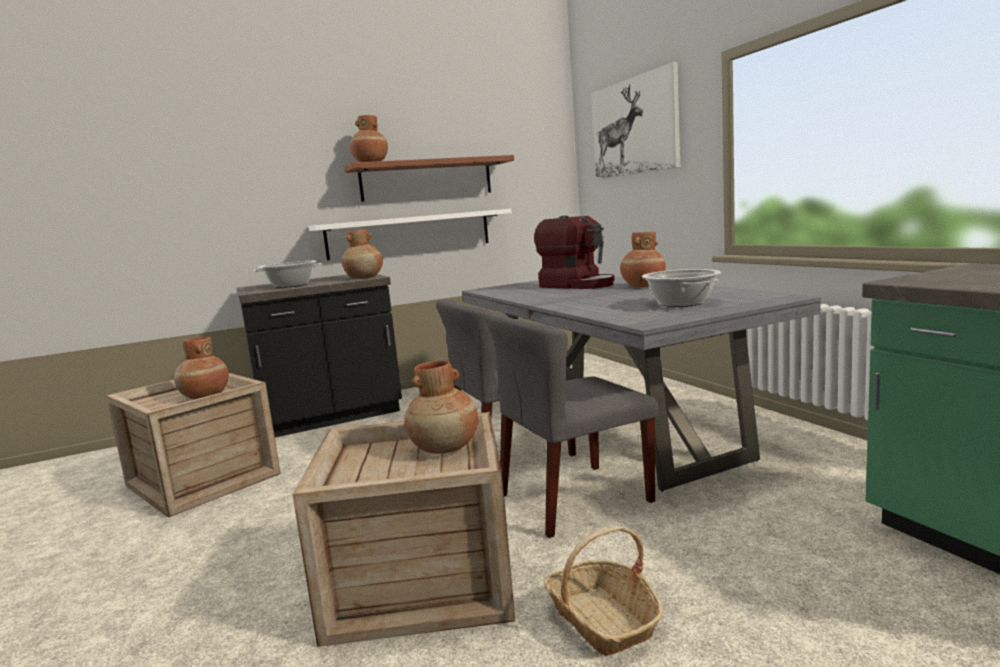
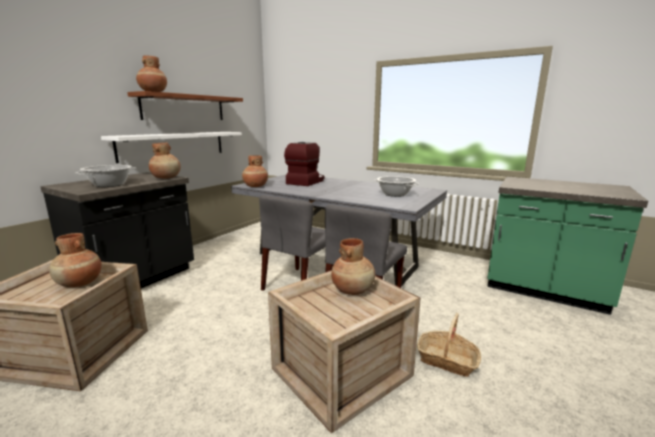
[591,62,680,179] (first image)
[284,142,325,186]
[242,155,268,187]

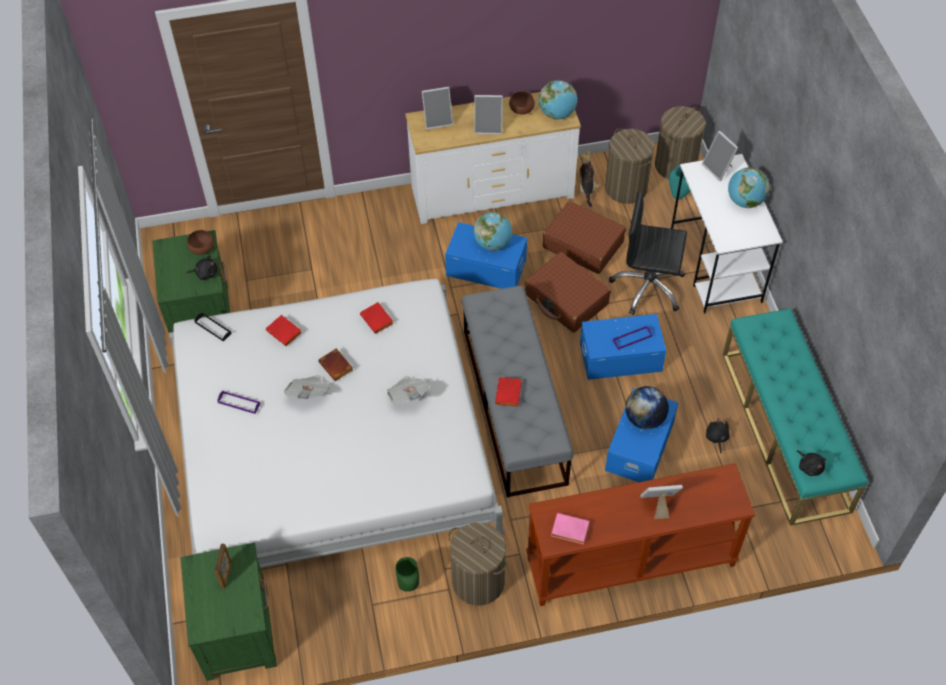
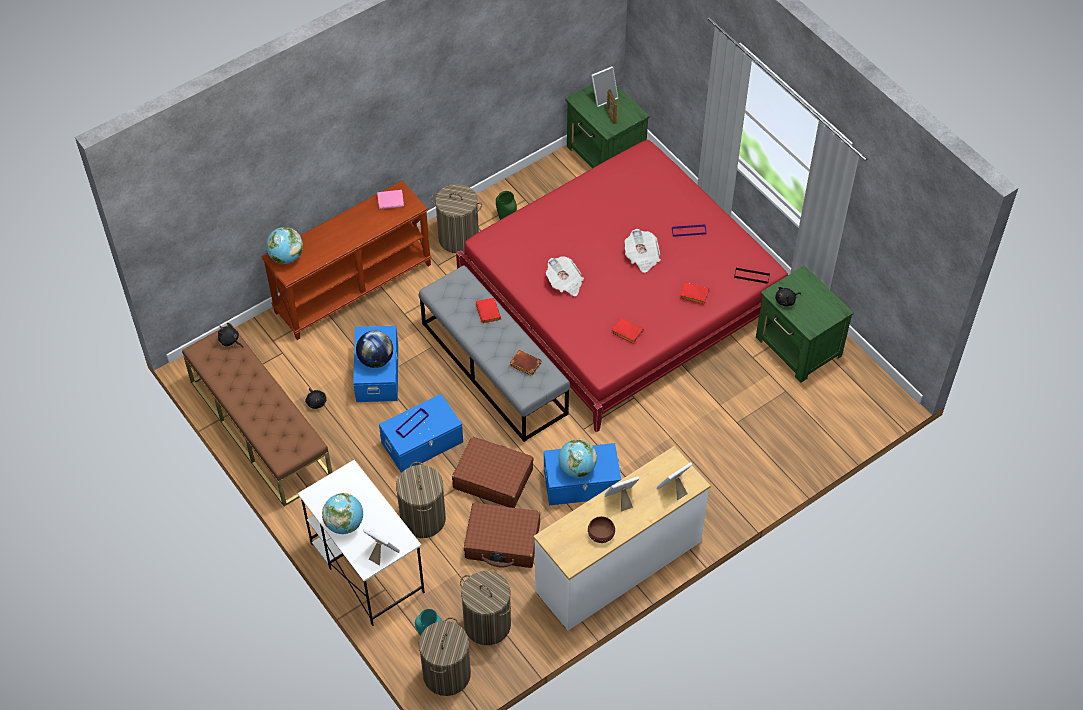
[266,227,303,264]
[579,150,599,207] (first image)
[396,462,446,538]
[187,230,214,255] (first image)
[456,140,788,432]
[182,323,332,506]
[509,350,542,376]
[591,66,618,107]

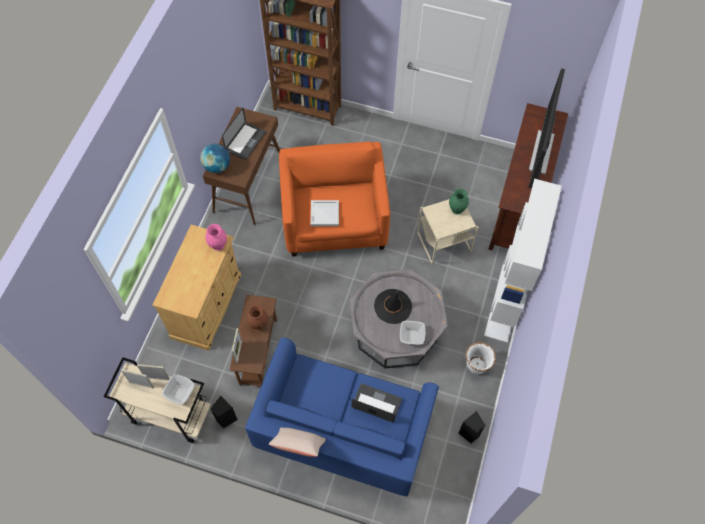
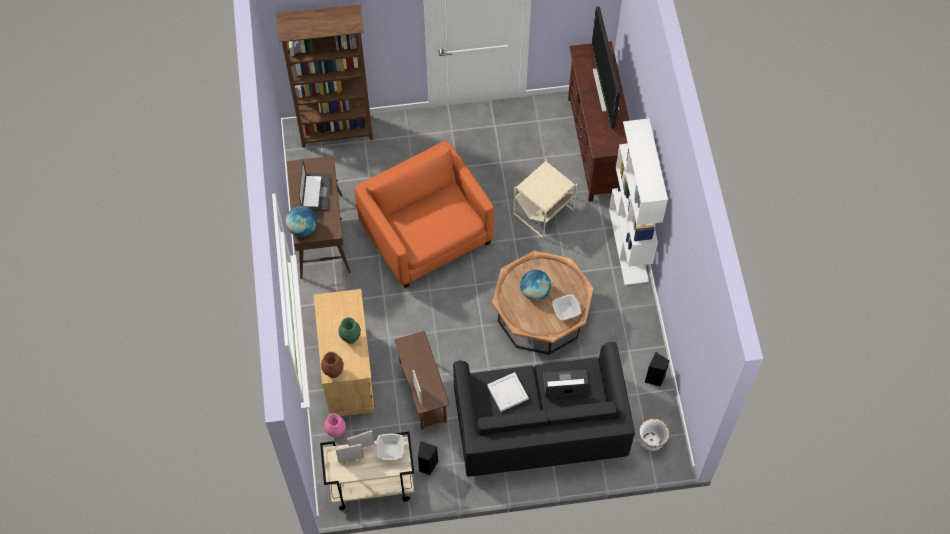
[338,317,361,344]
[487,372,529,412]
[324,413,346,438]
[492,250,594,355]
[520,270,551,301]
[321,352,344,378]
[453,342,635,477]
[638,417,670,451]
[269,428,326,457] (first image)

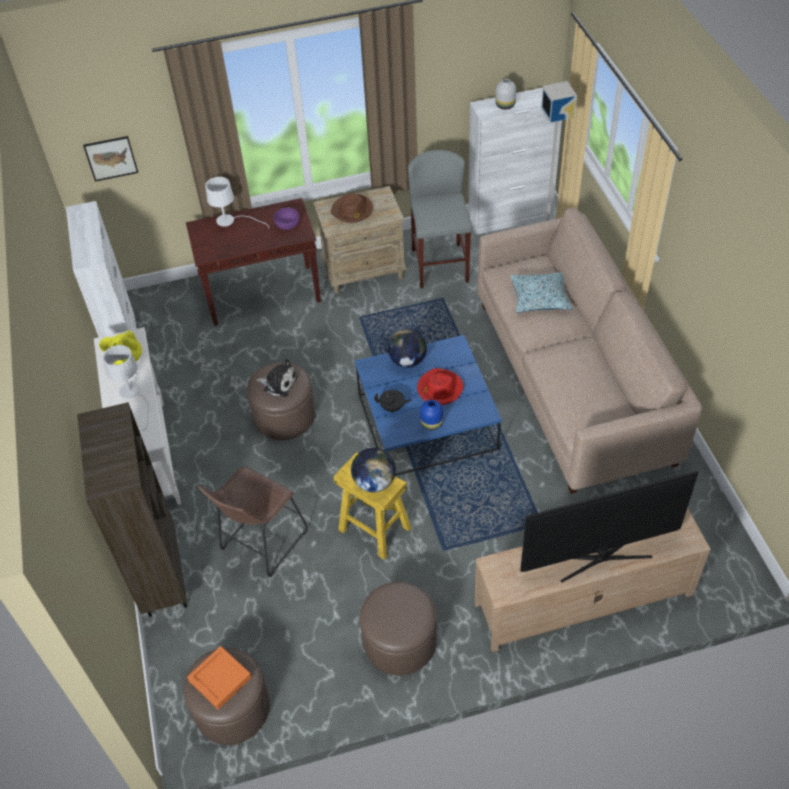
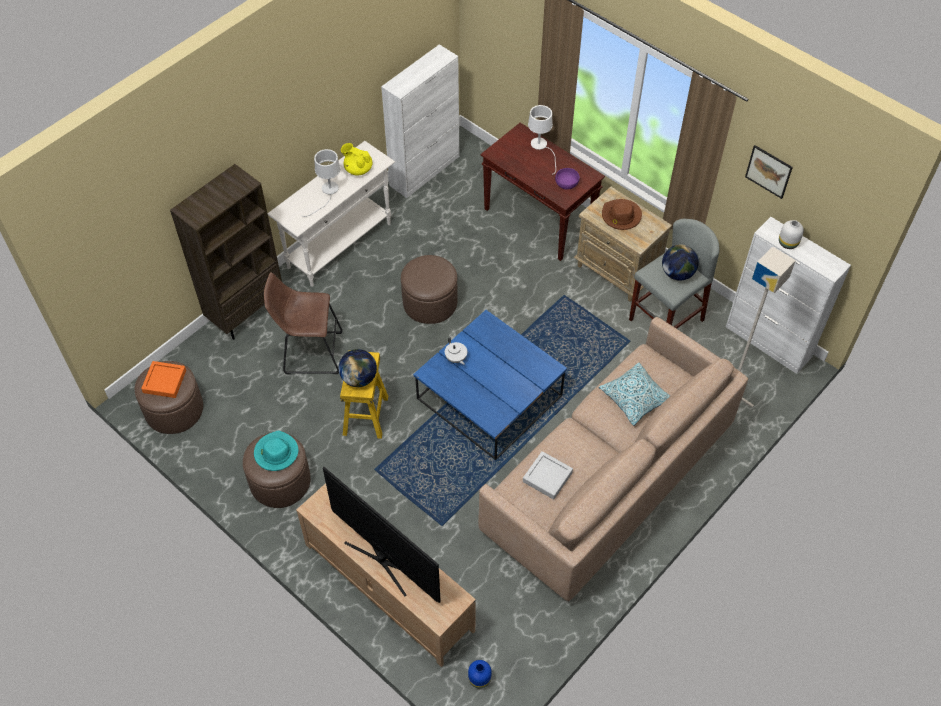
[745,145,793,199]
[662,244,699,281]
[256,359,298,397] (first image)
[417,368,463,405] (first image)
[445,338,467,365]
[468,660,492,688]
[254,431,298,471]
[523,451,573,499]

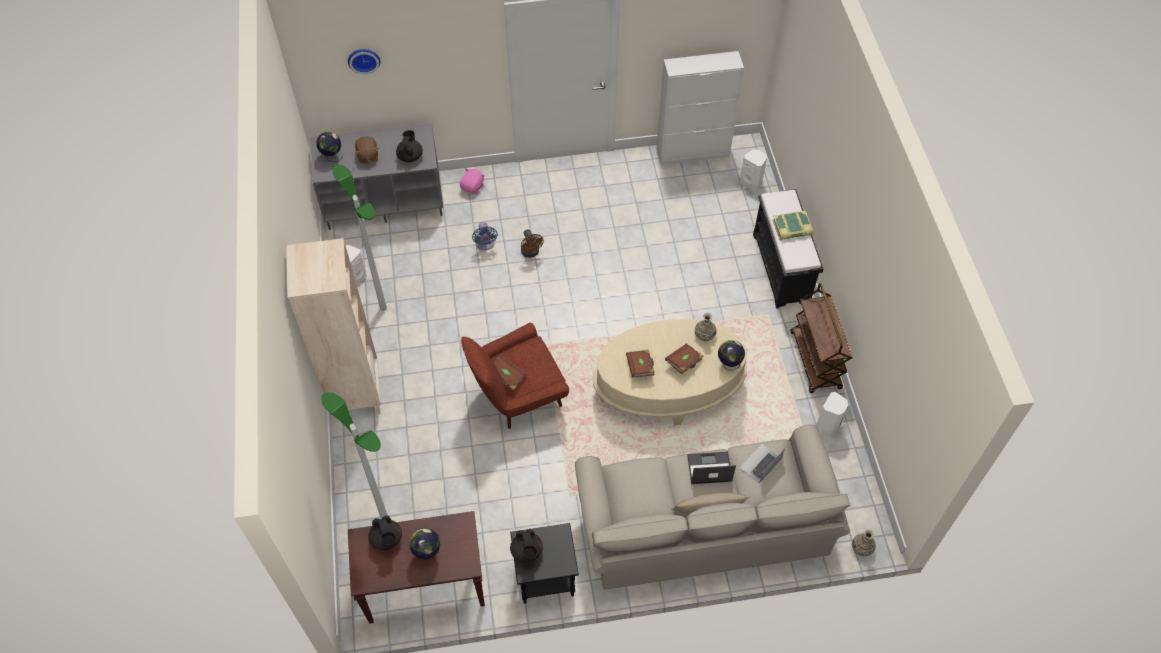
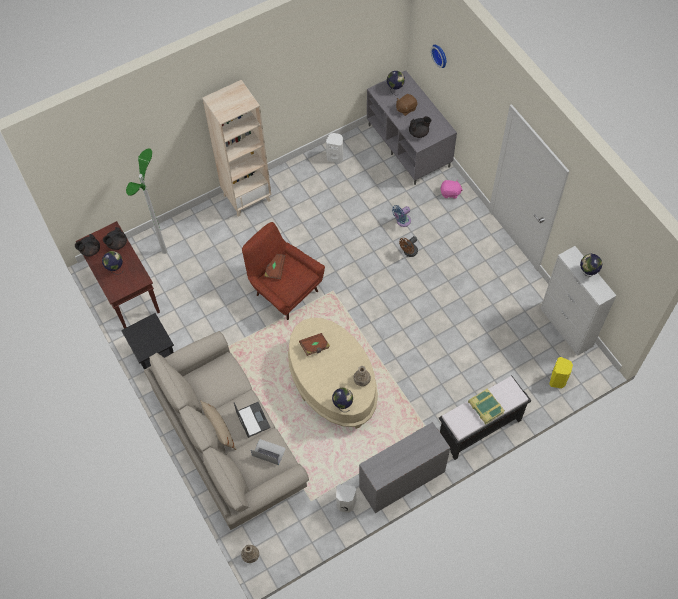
[549,357,573,388]
[333,164,387,311] (first image)
[359,422,450,513]
[665,343,704,374] (first image)
[75,234,100,256]
[580,254,602,277]

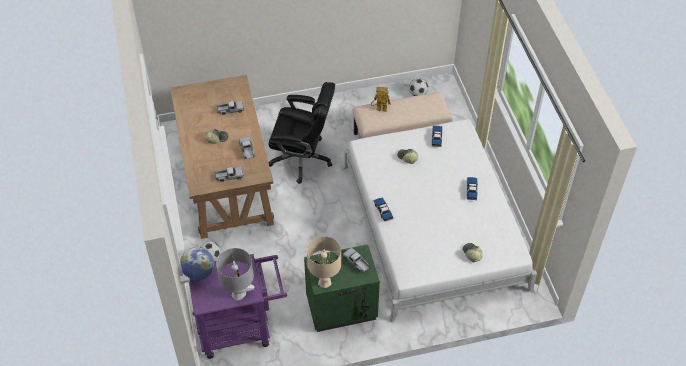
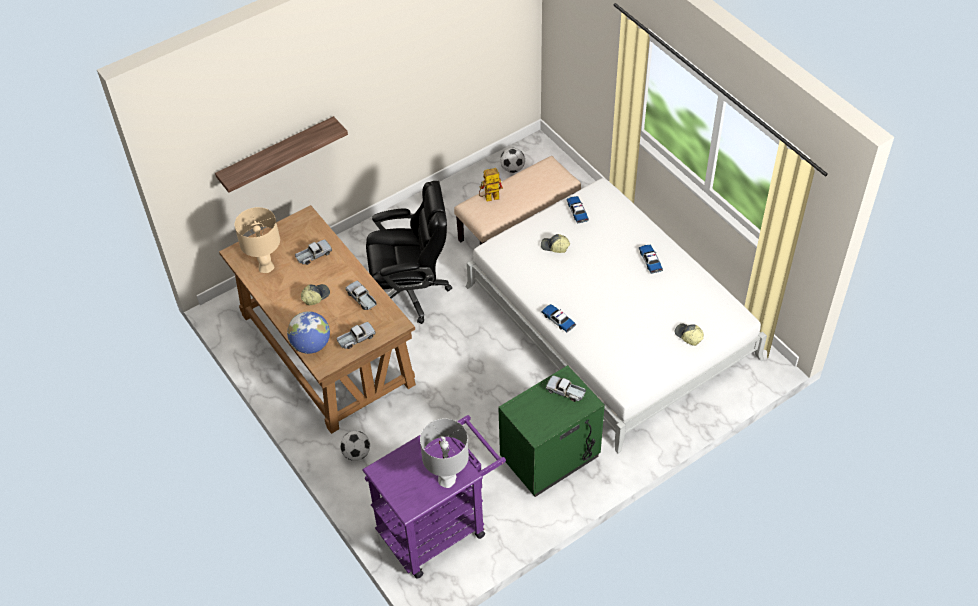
[235,207,280,273]
[287,311,330,354]
[215,116,348,193]

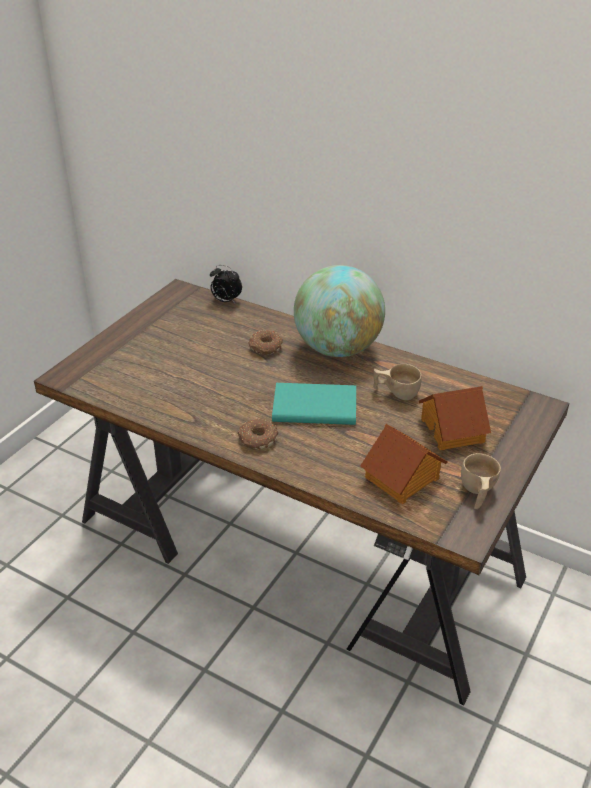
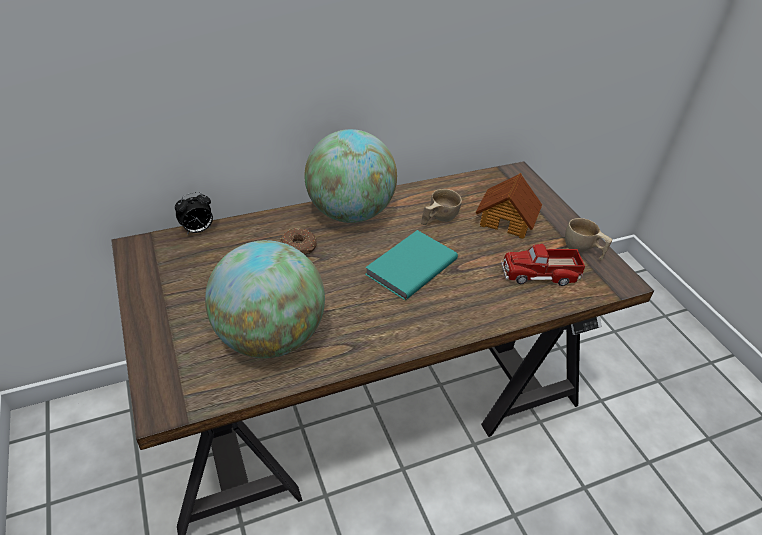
[238,419,278,449] (first image)
[501,244,585,286]
[205,240,325,358]

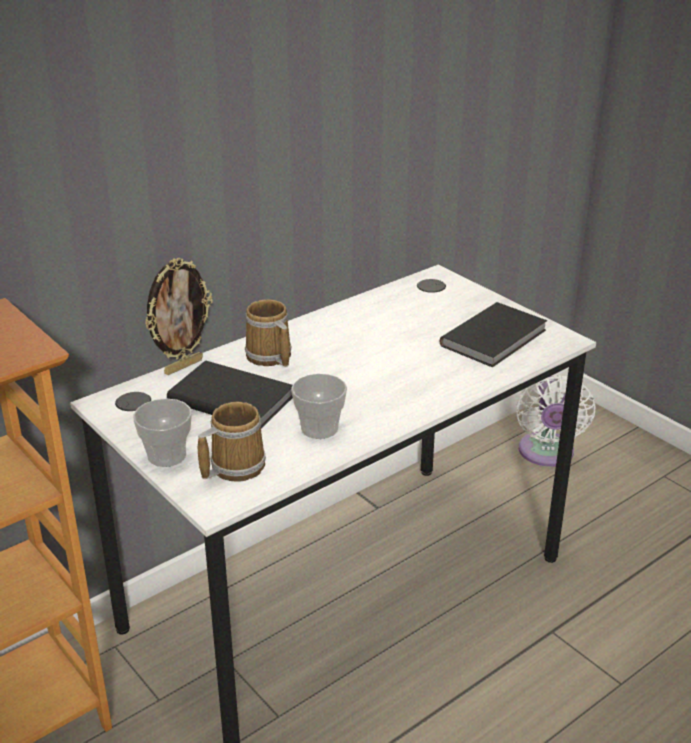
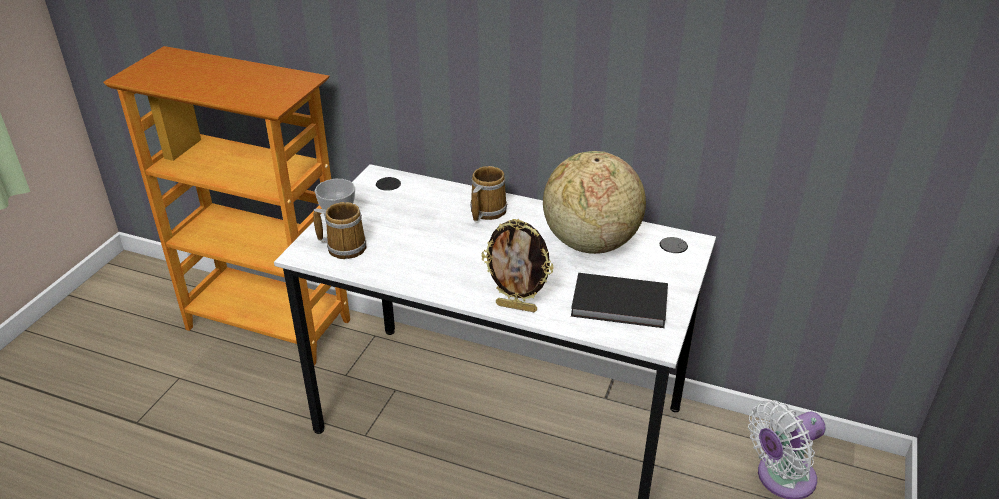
[482,219,554,312]
[167,360,293,429] (first image)
[291,373,347,439] (first image)
[543,151,646,254]

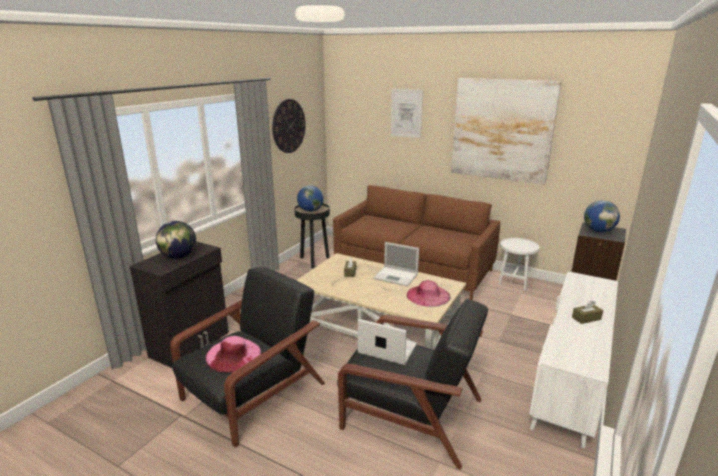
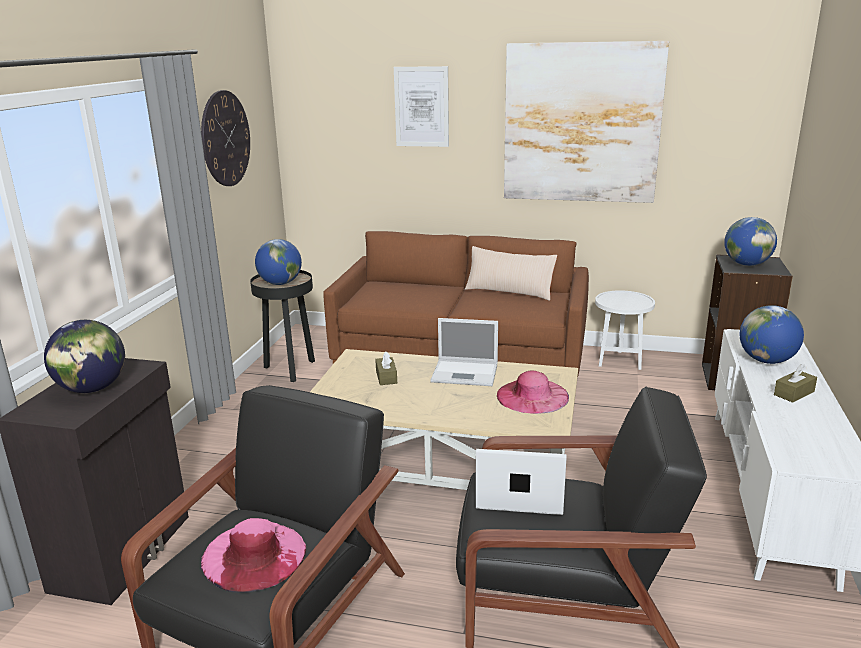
[465,246,557,301]
[739,305,804,364]

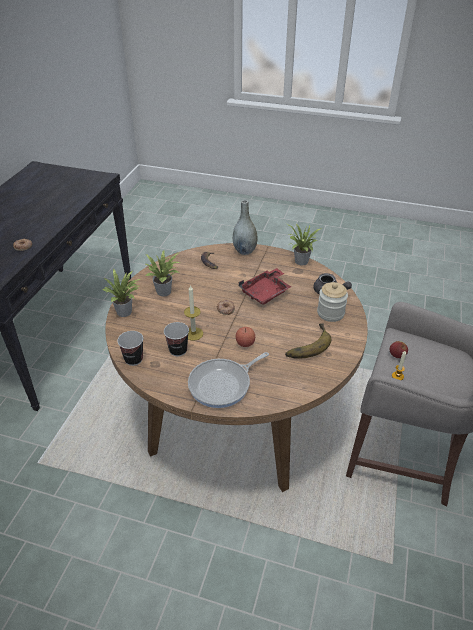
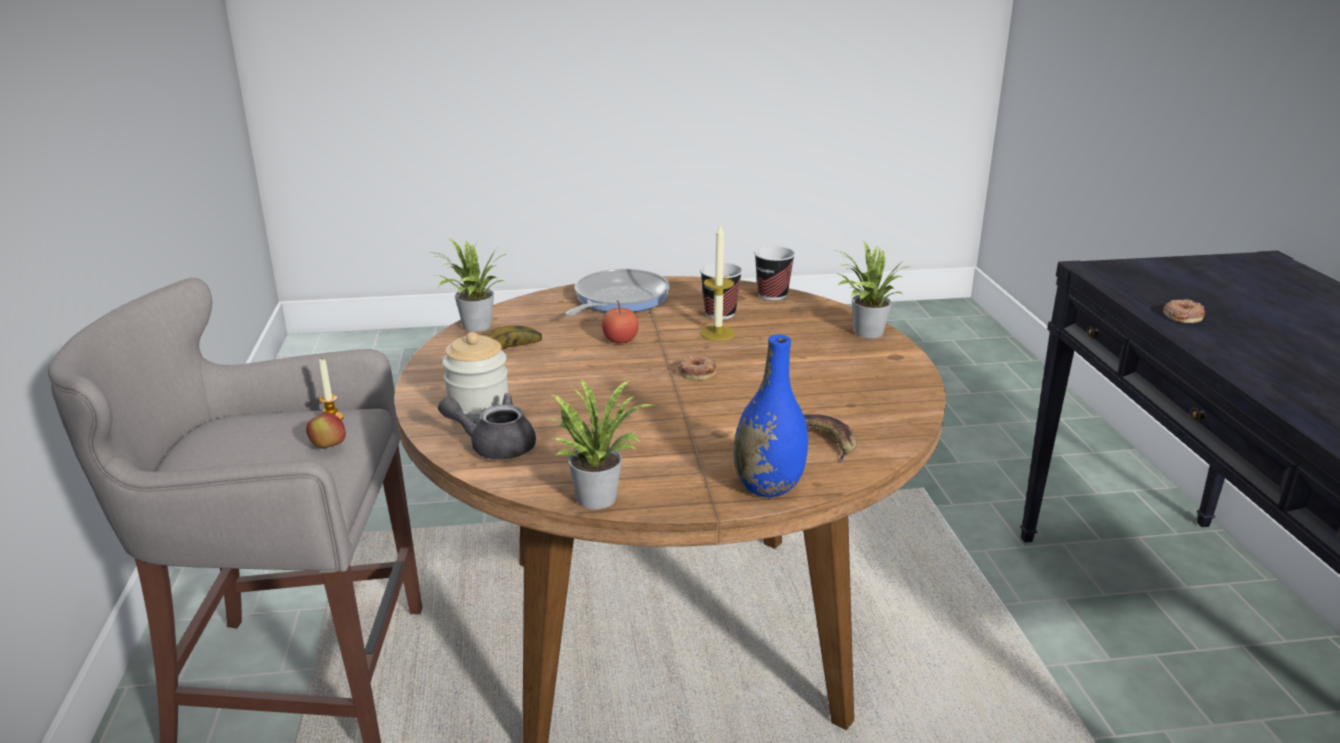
[734,334,808,498]
[425,239,506,332]
[238,268,291,305] (first image)

